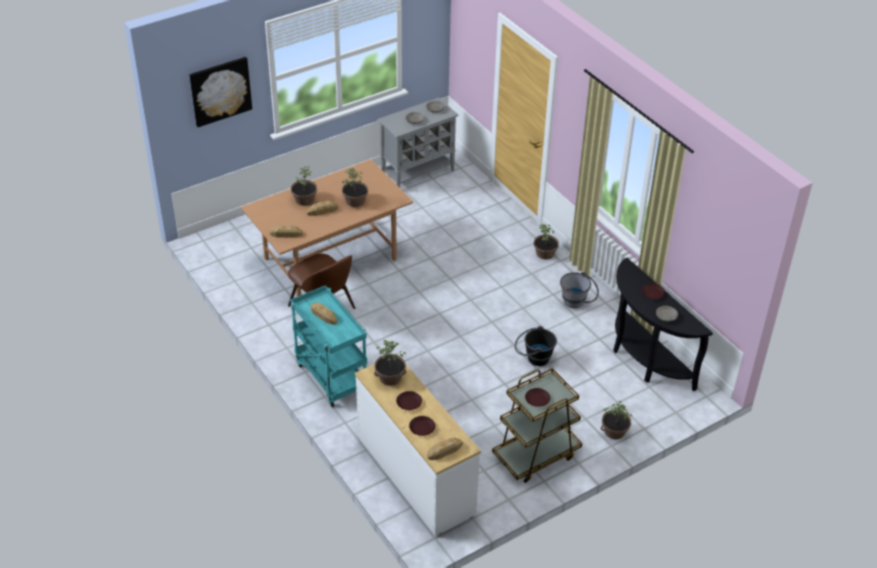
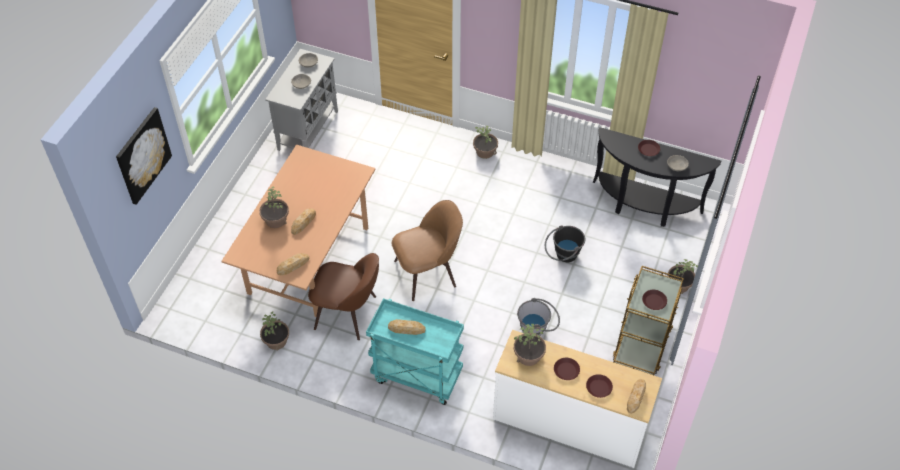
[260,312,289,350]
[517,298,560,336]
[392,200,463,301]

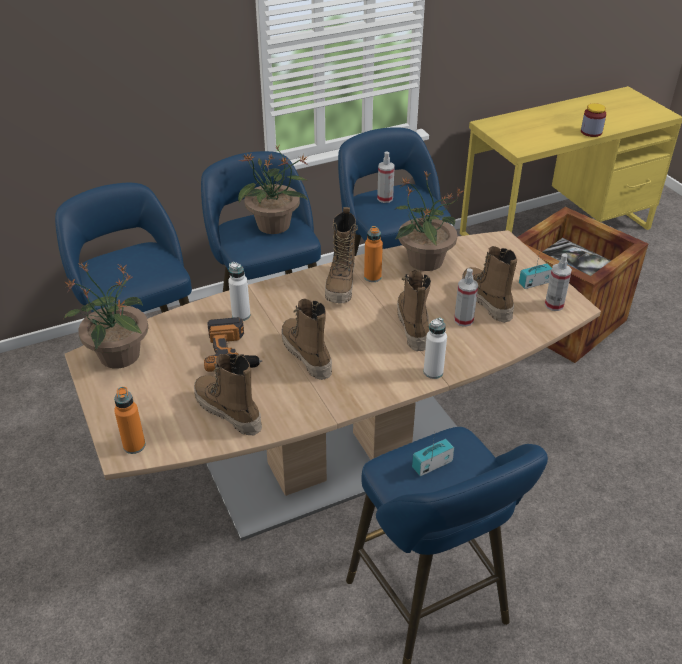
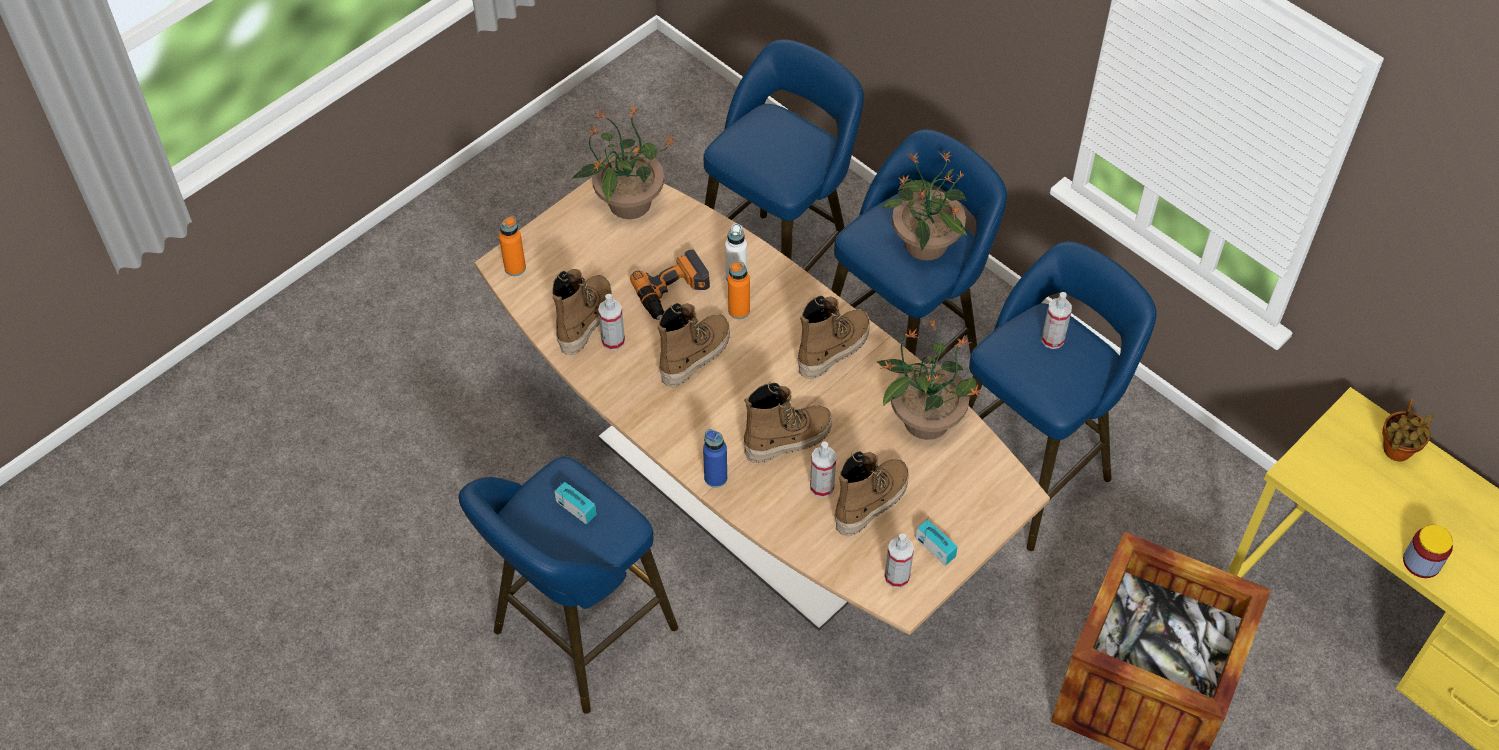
[798,296,870,379]
[728,262,750,319]
[703,429,727,488]
[598,294,625,351]
[1382,399,1433,462]

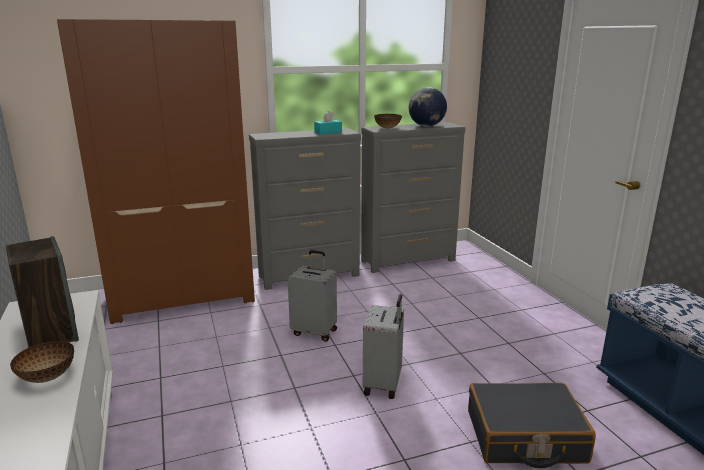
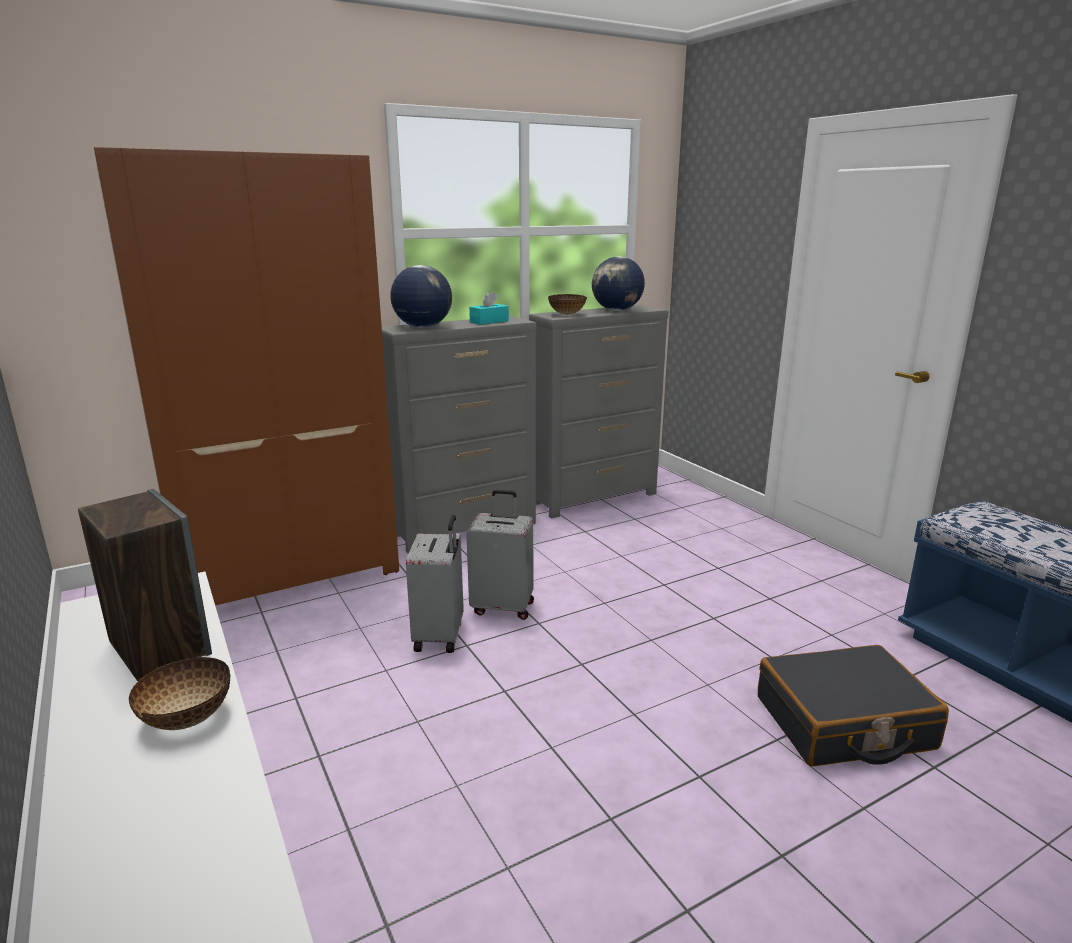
[406,515,464,653]
[390,265,452,328]

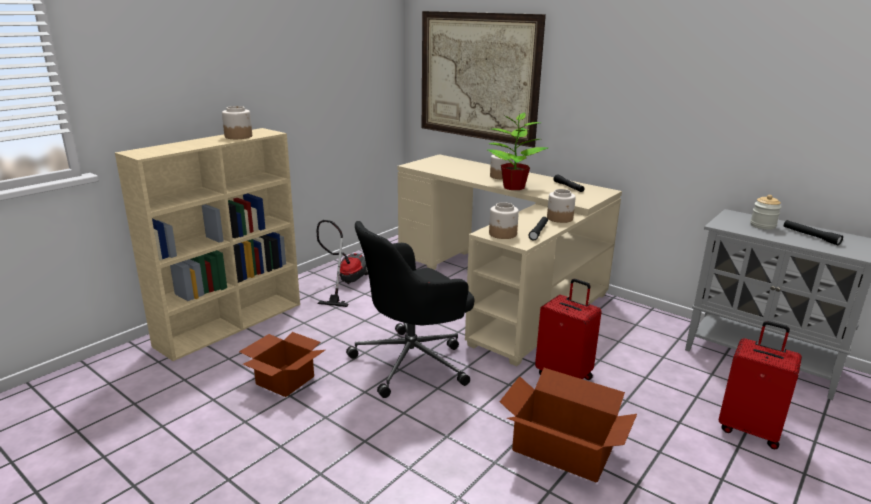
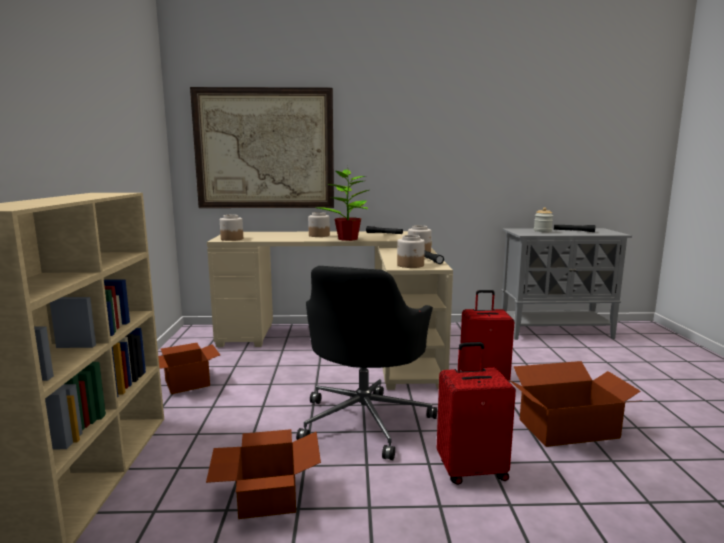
[220,215,243,241]
[158,343,220,394]
[437,342,516,485]

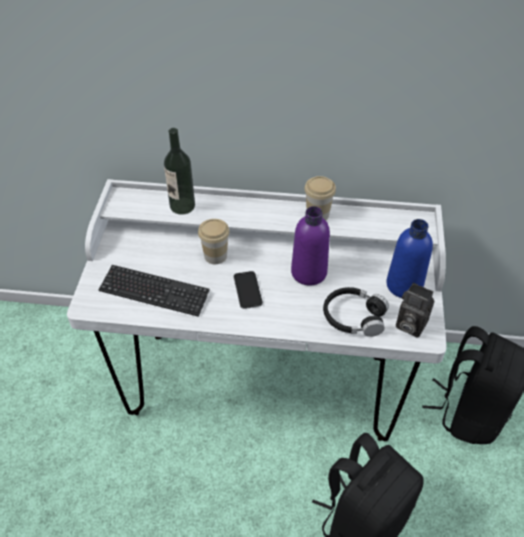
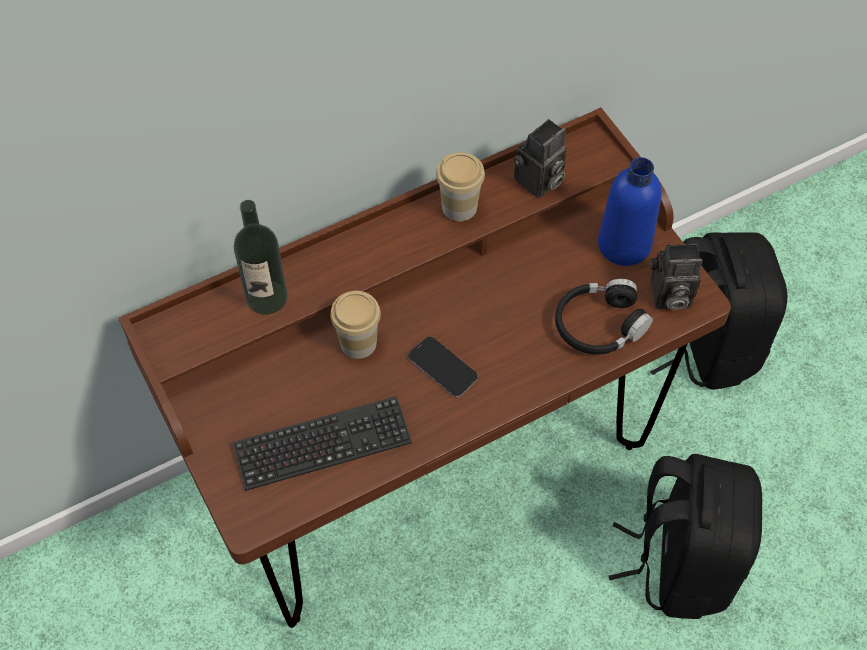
[118,108,731,628]
[291,206,330,286] (first image)
[514,119,567,198]

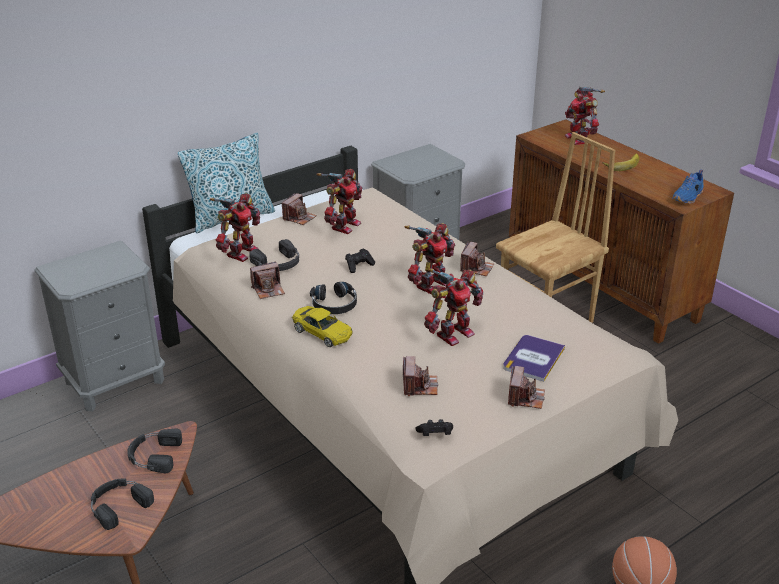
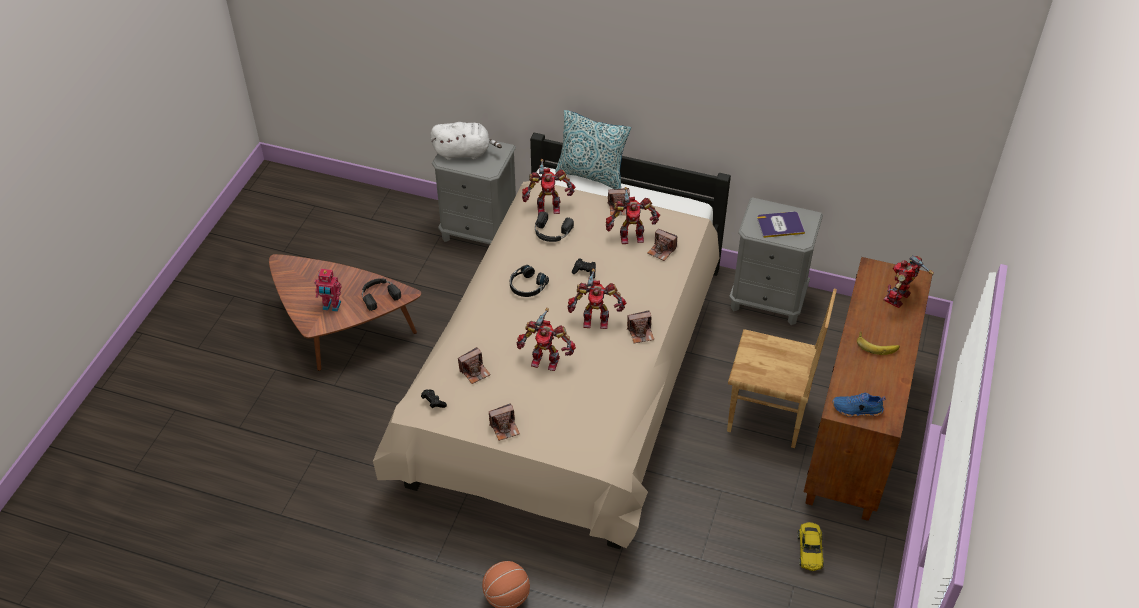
[648,229,677,261]
[797,522,824,571]
[757,212,805,238]
[314,269,341,312]
[430,122,502,160]

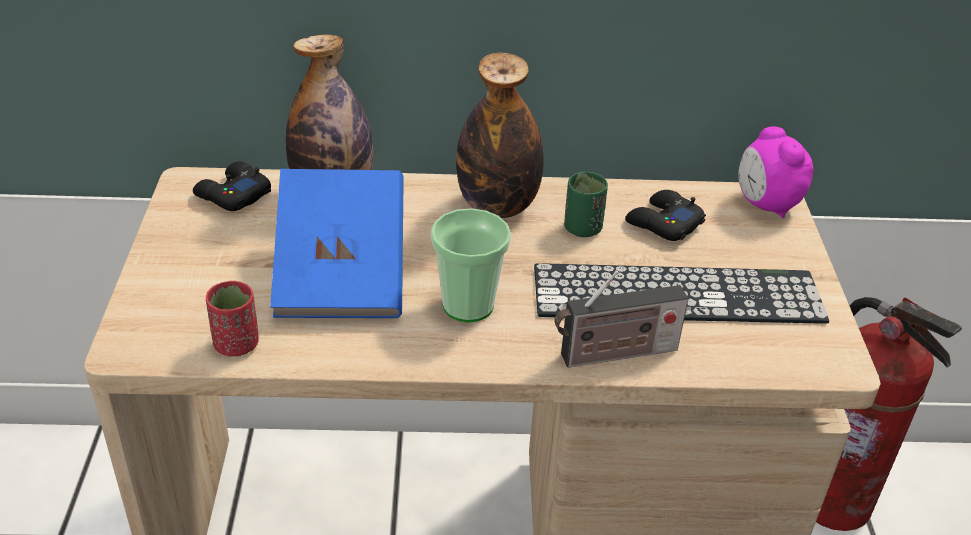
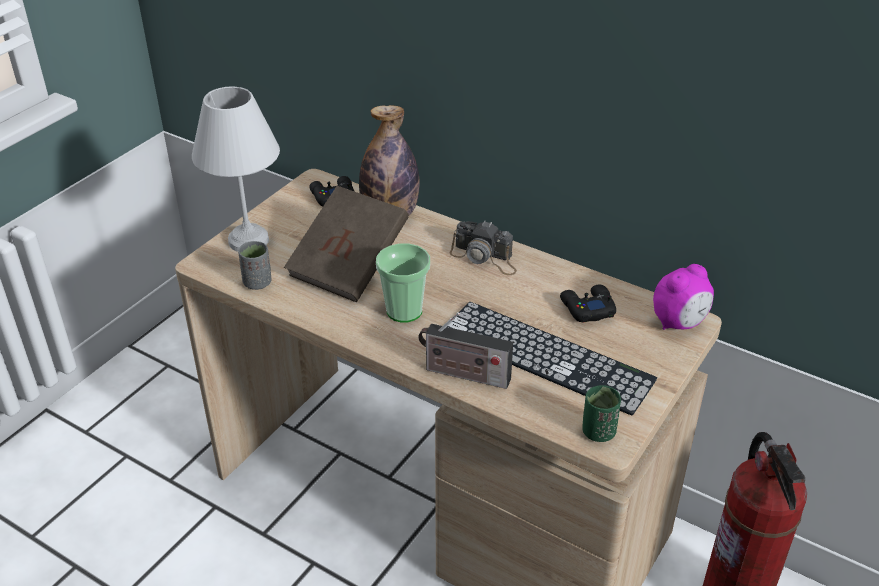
[450,220,517,275]
[653,264,714,330]
[284,186,409,302]
[582,385,621,442]
[238,241,271,290]
[192,87,280,252]

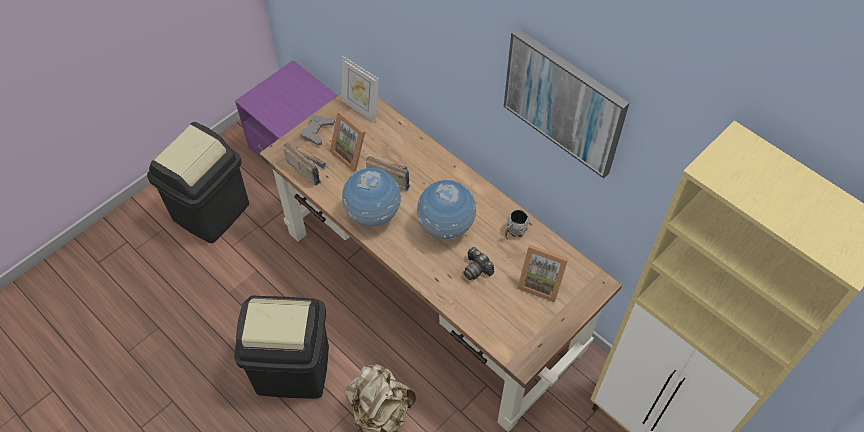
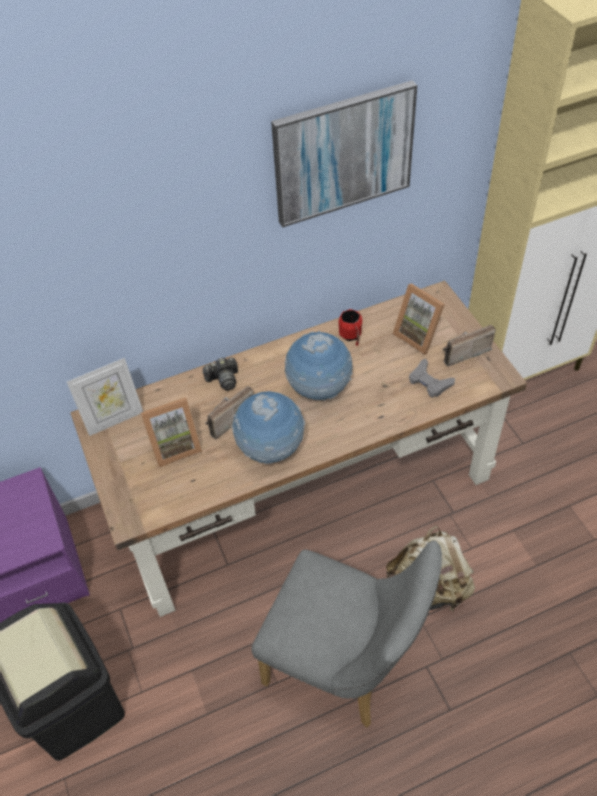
[409,358,455,398]
[443,325,496,366]
[338,309,362,346]
[393,283,445,355]
[203,357,238,391]
[251,541,442,728]

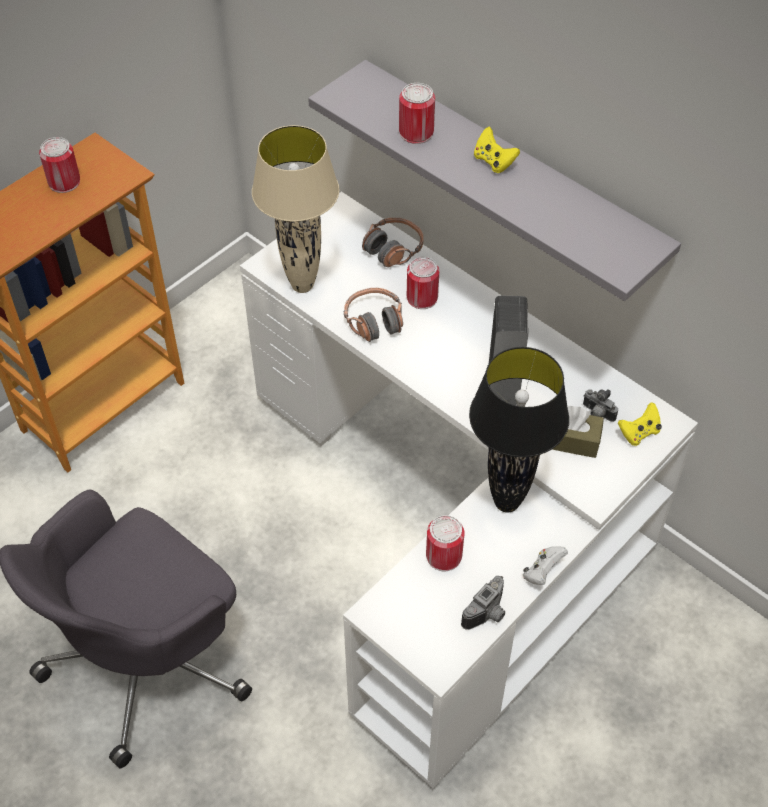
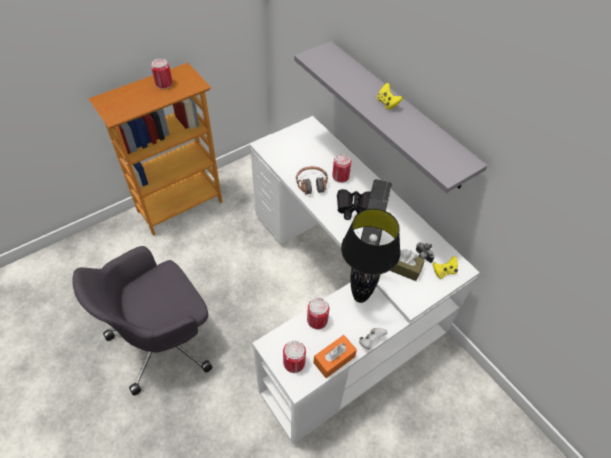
[283,341,306,373]
[252,125,339,293] (first image)
[362,217,424,267] (first image)
[314,335,357,378]
[337,189,371,220]

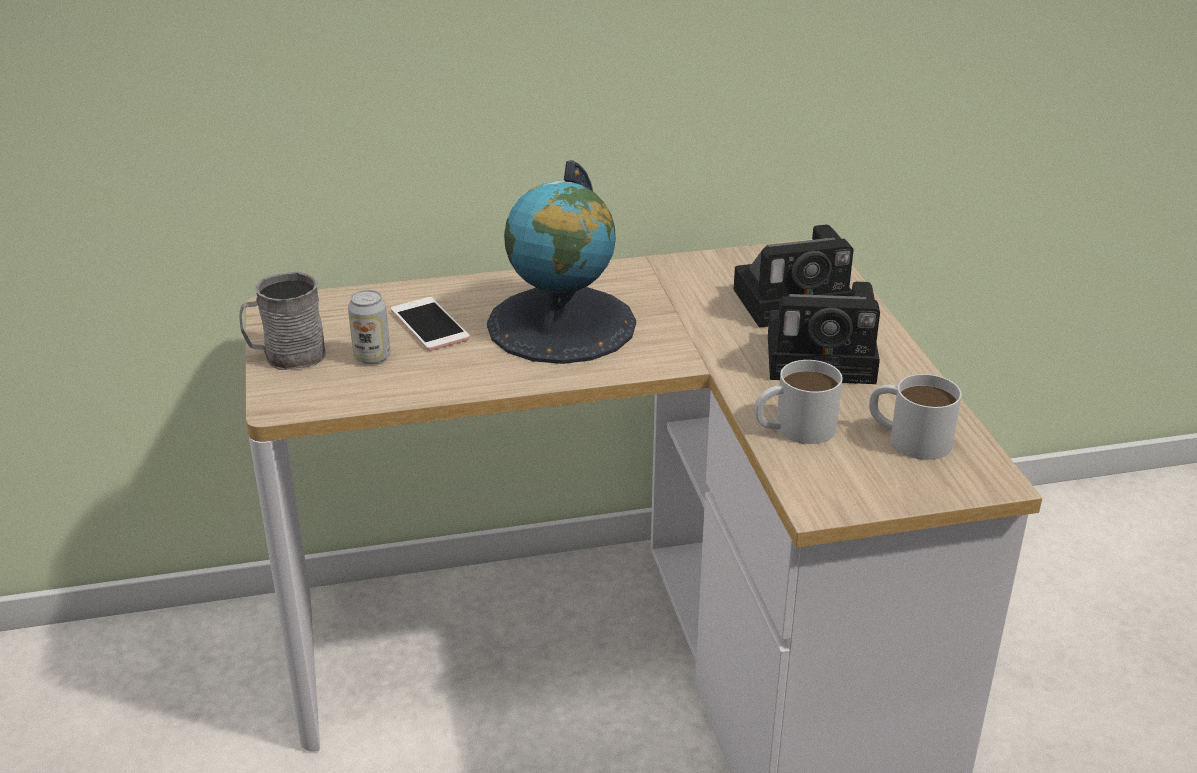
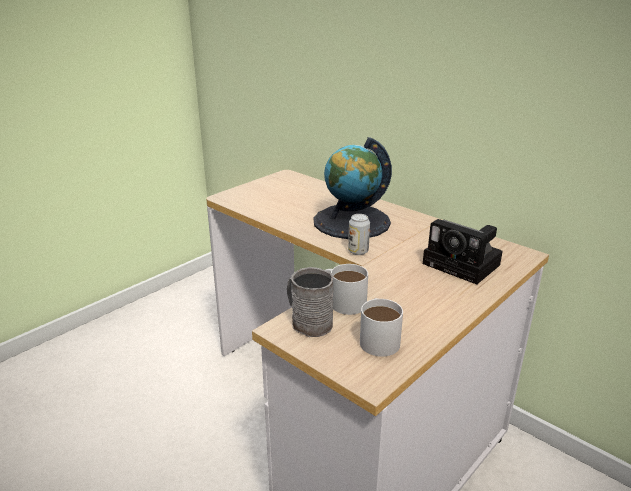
[287,267,334,337]
[768,281,880,384] (first image)
[348,214,370,255]
[391,297,470,351] (first image)

